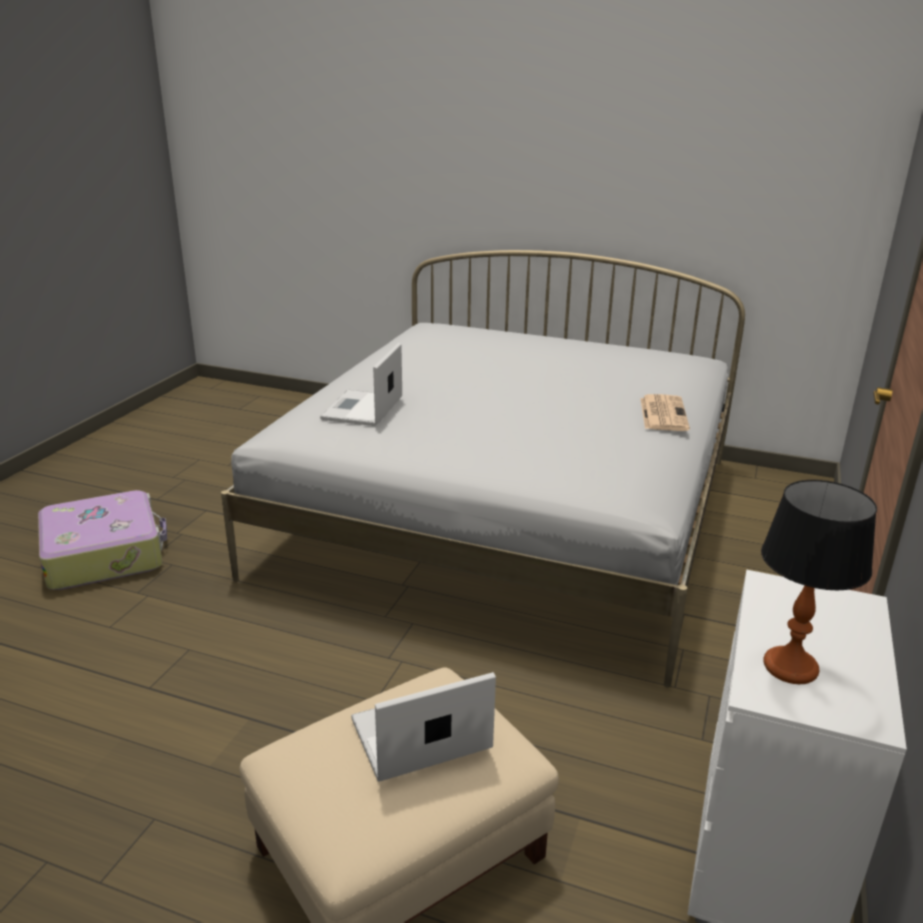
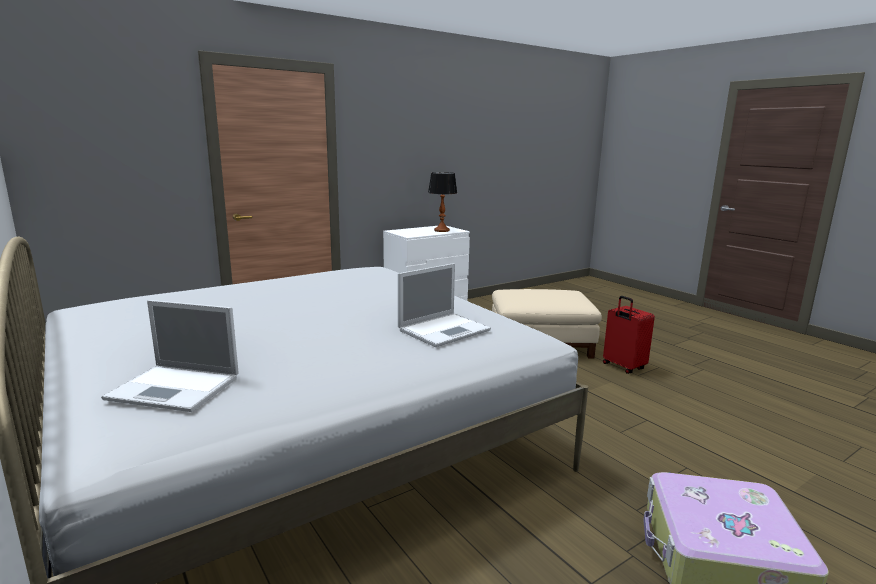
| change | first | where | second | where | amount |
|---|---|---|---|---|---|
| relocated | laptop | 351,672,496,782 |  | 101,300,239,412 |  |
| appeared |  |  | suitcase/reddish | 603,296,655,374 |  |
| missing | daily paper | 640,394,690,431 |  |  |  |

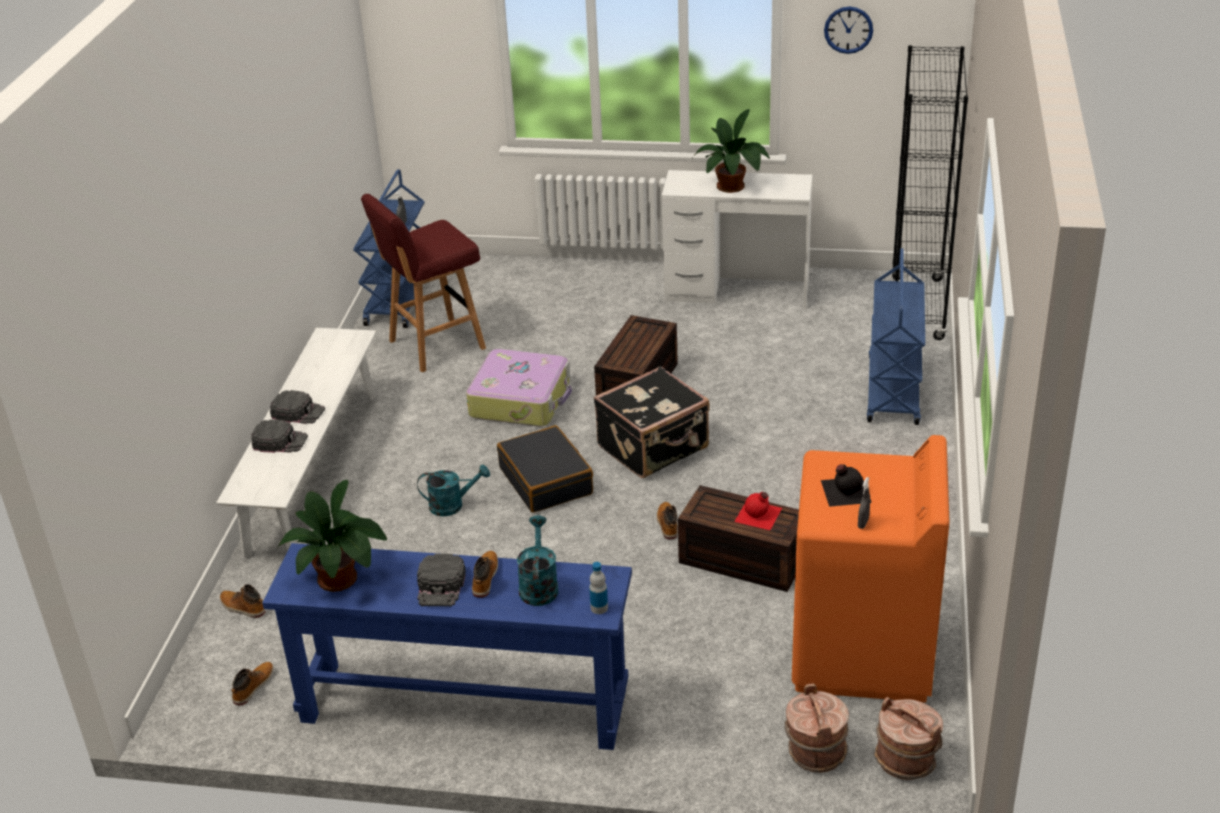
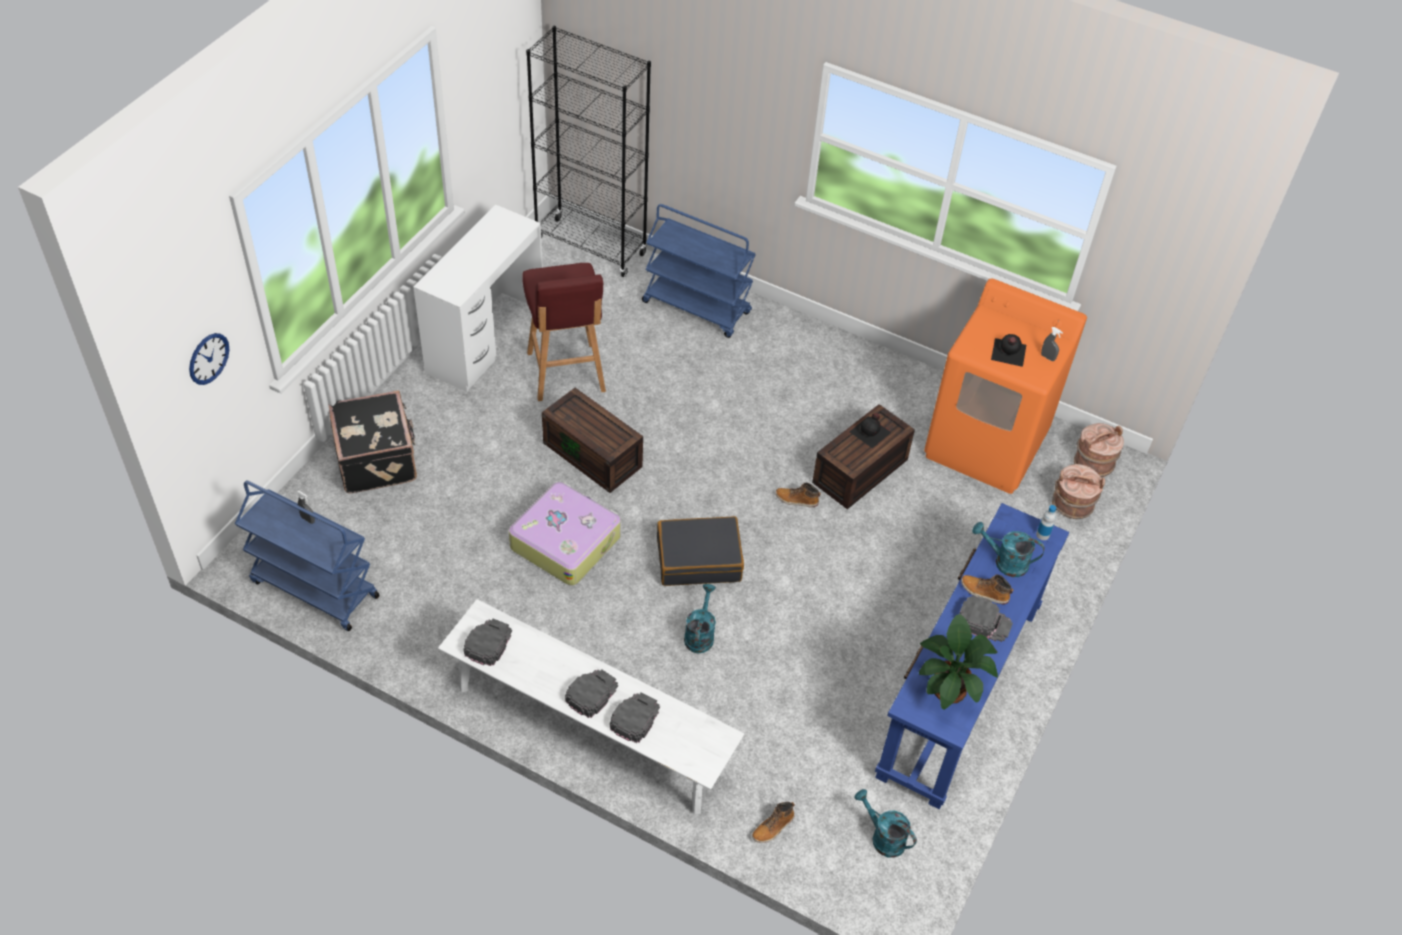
| change | first | where | second | where | amount |
|---|---|---|---|---|---|
| relocated | clock on the wall | 824,7,873,54 |  | 189,333,229,385 |  |
| relocated | suitcase/black-coloured | 594,366,710,478 |  | 328,391,417,494 |  |
| appeared |  |  | baseball cap/black-coloured | 464,619,512,666 |  |
| relocated | stool seat/reddish | 361,194,486,372 |  | 522,263,606,401 |  |
| colour | bottle/reddish | 734,492,782,530 | bottle/black-coloured | 849,413,892,448 |  |
| exchanged | tall boot | 231,662,273,705 | sprinkling can/turquoise-coloured | 854,789,917,858 |  |
| missing | plant in a pot | 693,109,770,193 |  |  |  |

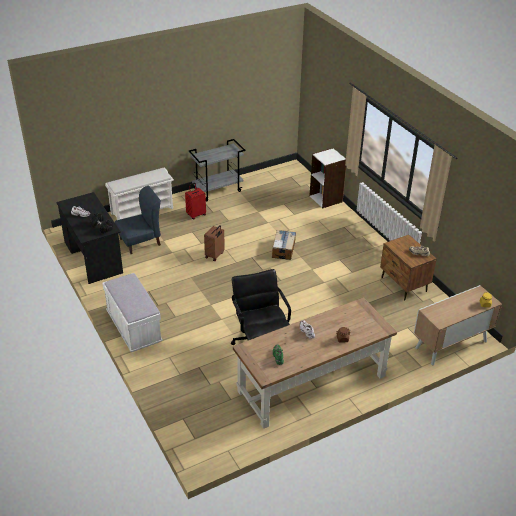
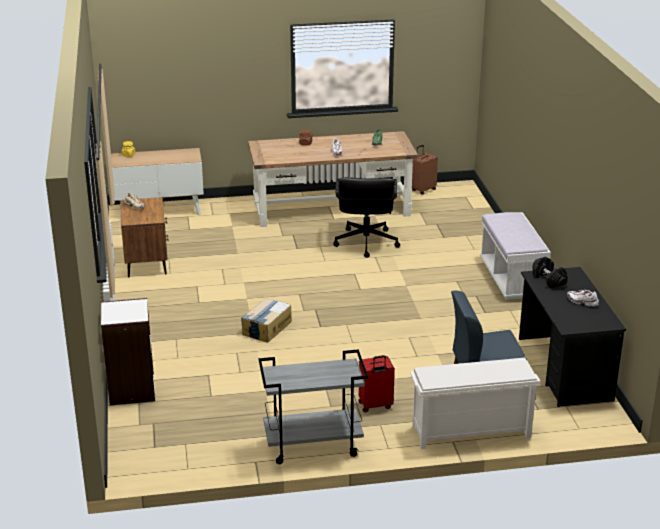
| change | first | where | second | where | amount |
|---|---|---|---|---|---|
| relocated | suitcase/brown | 204,225,225,261 |  | 412,145,438,195 |  |

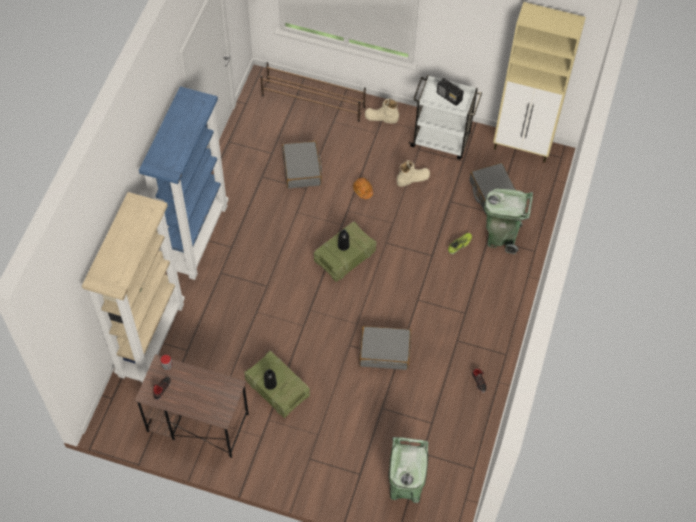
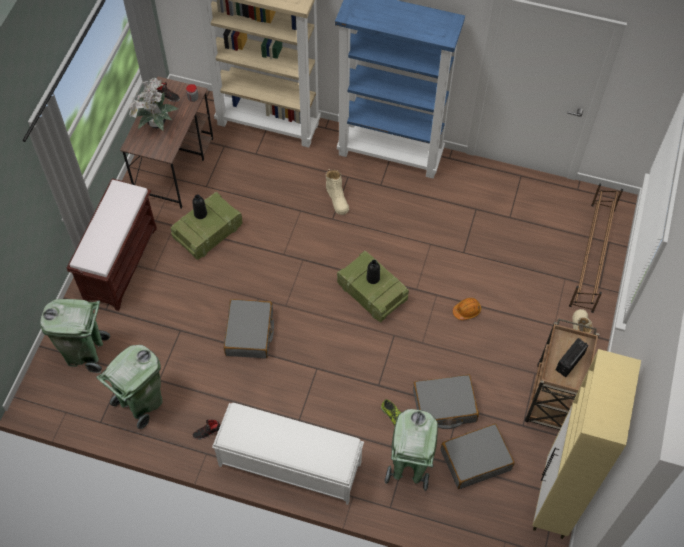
| change | first | where | second | where | amount |
|---|---|---|---|---|---|
| appeared |  |  | indoor bench/brown | 67,178,157,311 |  |
| appeared |  |  | rubbish bin/green-coloured | 96,345,162,429 |  |
| appeared |  |  | plant in a pot | 129,77,179,131 |  |
| appeared |  |  | indoor bench/white-coloured | 212,403,364,505 |  |
| relocated | tall boot/beige | 397,161,430,187 |  | 326,169,349,215 |  |
| relocated | suitcase/grey | 282,141,322,189 |  | 413,374,479,429 |  |
| colour | wheeled cart/white-coloured | 409,75,482,160 | wheeled cart/brown | 525,318,599,430 |  |

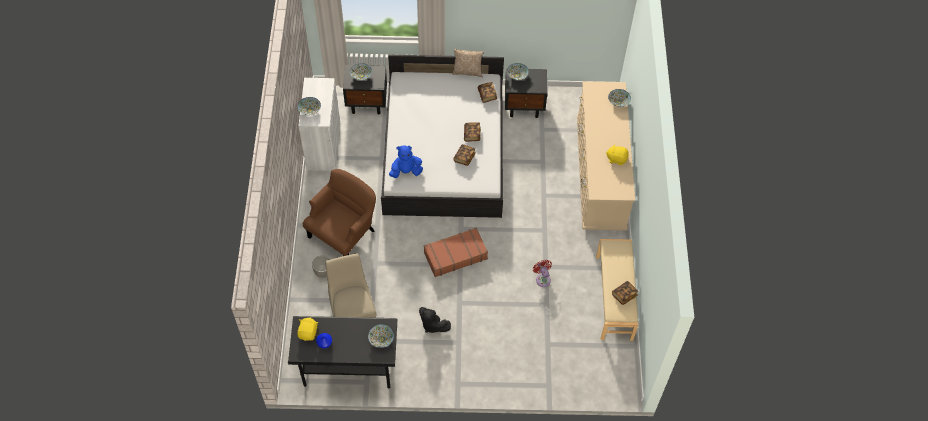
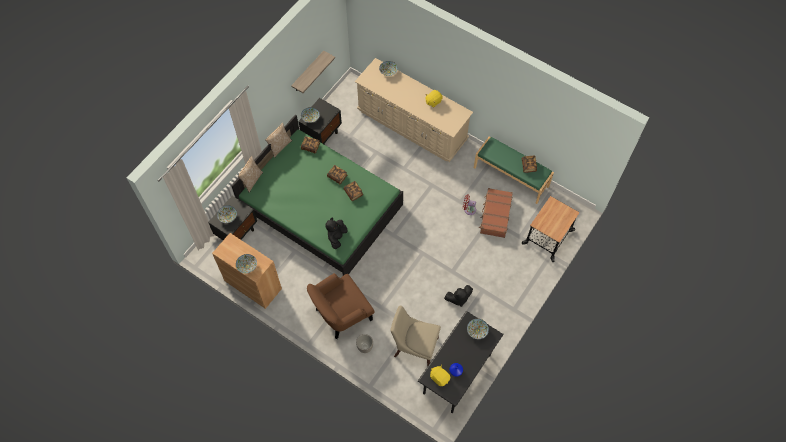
| change | first | where | second | where | amount |
|---|---|---|---|---|---|
| colour | storage cabinet/white-coloured | 298,78,340,171 | storage cabinet/brown | 212,233,282,309 |  |
| colour | bedroom bed/white-coloured | 381,55,504,218 | bedroom bed/green-coloured | 231,114,403,276 |  |
| appeared |  |  | throw pillow | 238,156,263,193 |  |
| appeared |  |  | wall shelf | 291,51,335,93 |  |
| spun | lounge chair/brown | 303,169,376,256 |  | 307,273,374,339 | 105 degrees counterclockwise |
| colour | soft toy/bluish | 389,145,423,178 | soft toy/black-coloured | 325,218,348,249 |  |
| colour | indoor bench/beige | 596,239,638,341 | indoor bench/green-coloured | 474,136,554,204 |  |
| relocated | suitcase/brown | 424,228,488,277 |  | 479,188,513,238 |  |
| appeared |  |  | wheeled cart | 522,196,580,262 |  |

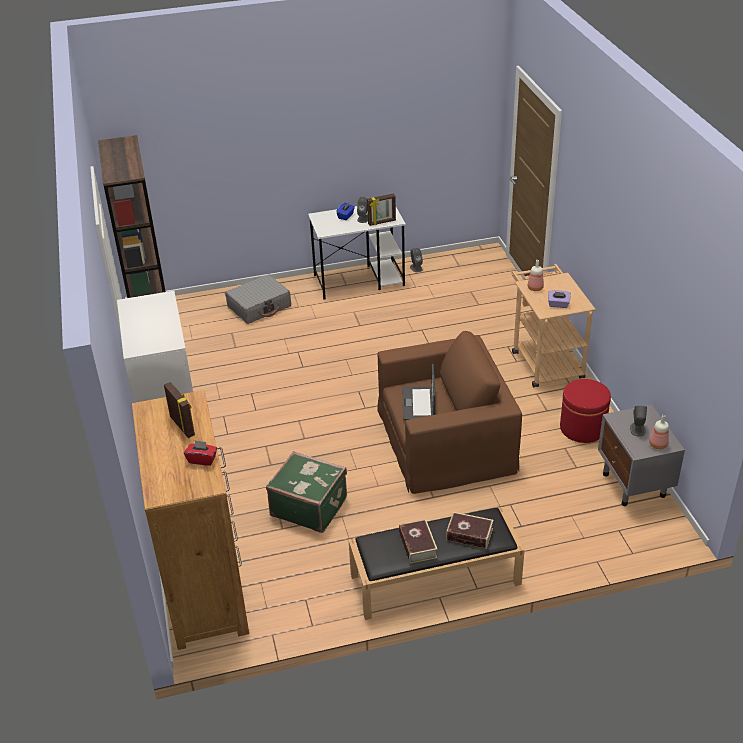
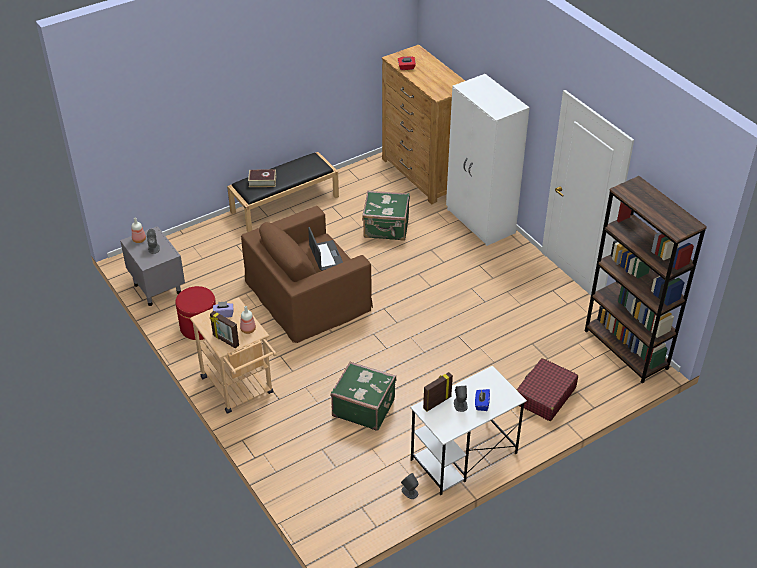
| change | first | where | second | where | amount |
|---|---|---|---|---|---|
| relocated | photo frame | 164,382,195,438 |  | 210,311,239,349 |  |
| appeared |  |  | suitcase/green-coloured | 331,361,396,431 |  |
| colour | suitcase/grey | 225,275,291,324 | suitcase/reddish | 517,358,578,421 |  |
| missing | book | 399,519,438,564 |  |  |  |

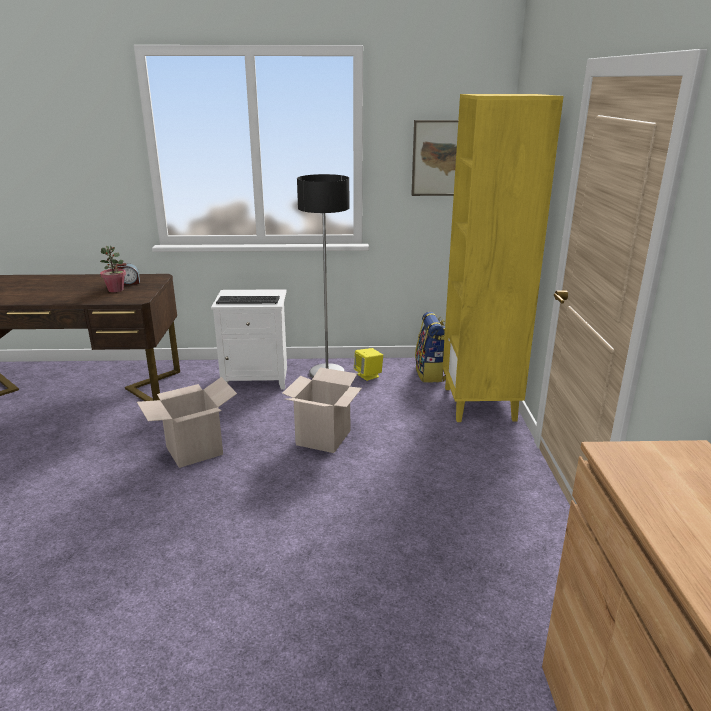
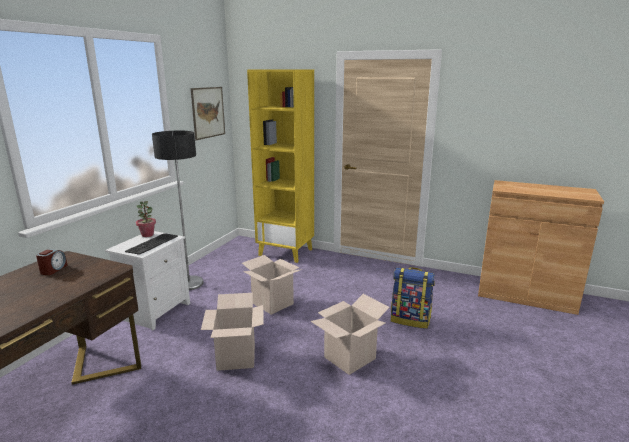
| change | first | where | second | where | amount |
|---|---|---|---|---|---|
| relocated | plant in a pot | 100,246,126,293 |  | 136,201,156,237 |  |
| appeared |  |  | cardboard box | 310,294,389,375 |  |
| relocated | knapsack | 415,312,446,382 |  | 391,267,435,329 |  |
| missing | loudspeaker/yellowish | 354,348,383,381 |  |  |  |

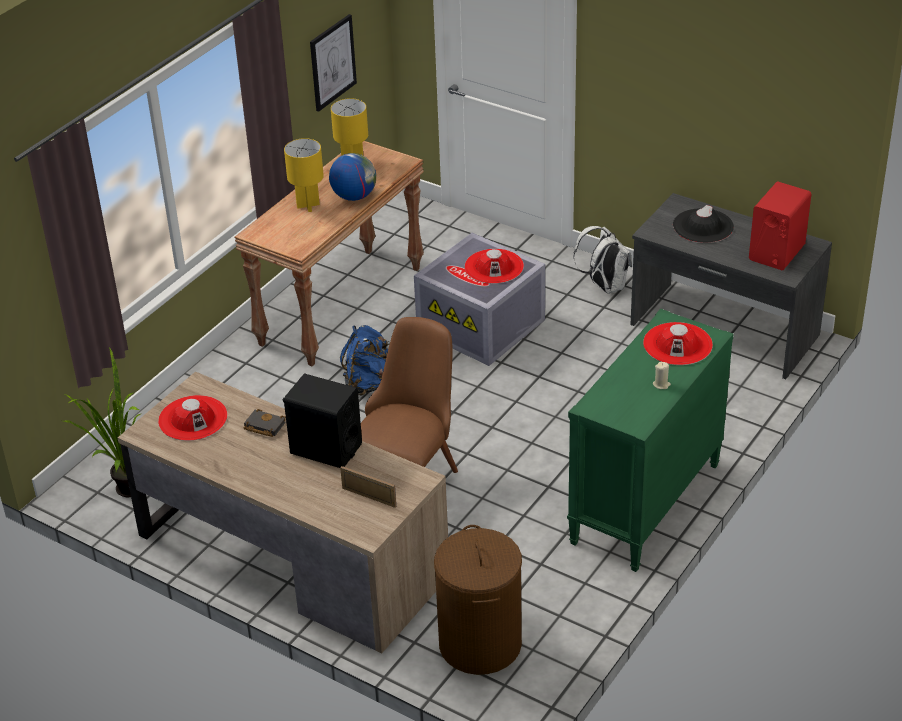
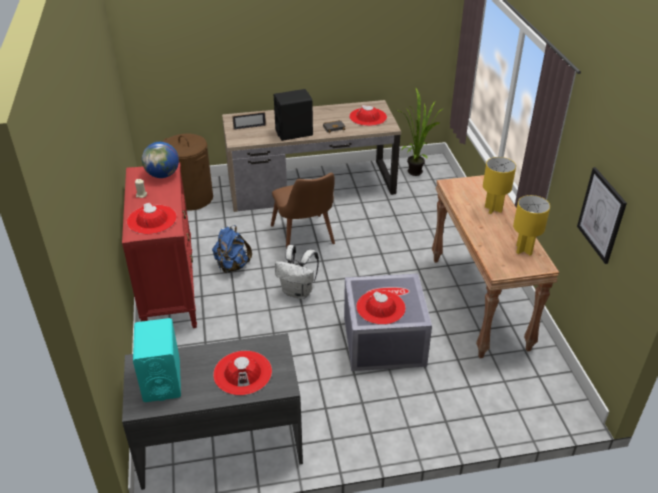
| change | first | where | second | where | amount |
|---|---|---|---|---|---|
| colour | dresser/green-coloured | 567,309,734,572 | dresser/reddish | 122,162,197,328 |  |
| colour | loudspeaker/reddish | 749,182,811,270 | loudspeaker/turquoise-coloured | 133,318,181,402 |  |
| relocated | globe | 329,153,376,201 |  | 142,142,179,178 |  |
| relocated | knapsack/bluish | 340,325,389,395 |  | 212,225,252,273 |  |
| colour | hat/black-coloured | 673,205,734,243 | hat/reddish | 213,351,272,395 |  |
| relocated | knapsack/white-coloured | 573,226,632,294 |  | 275,245,319,299 |  |

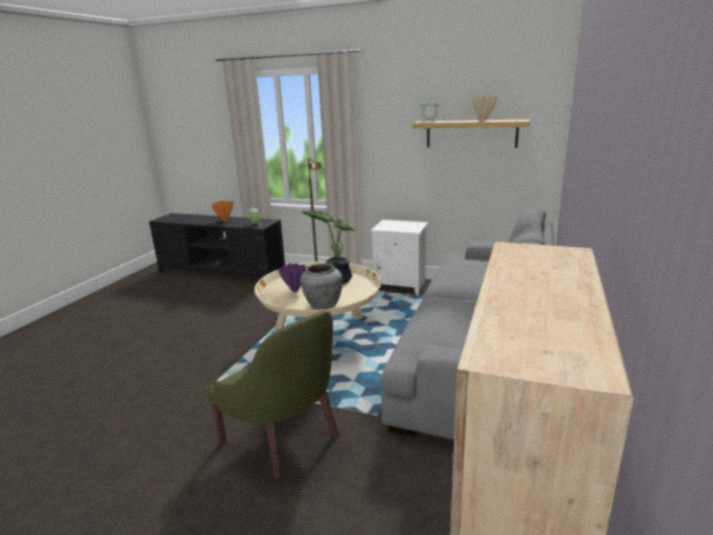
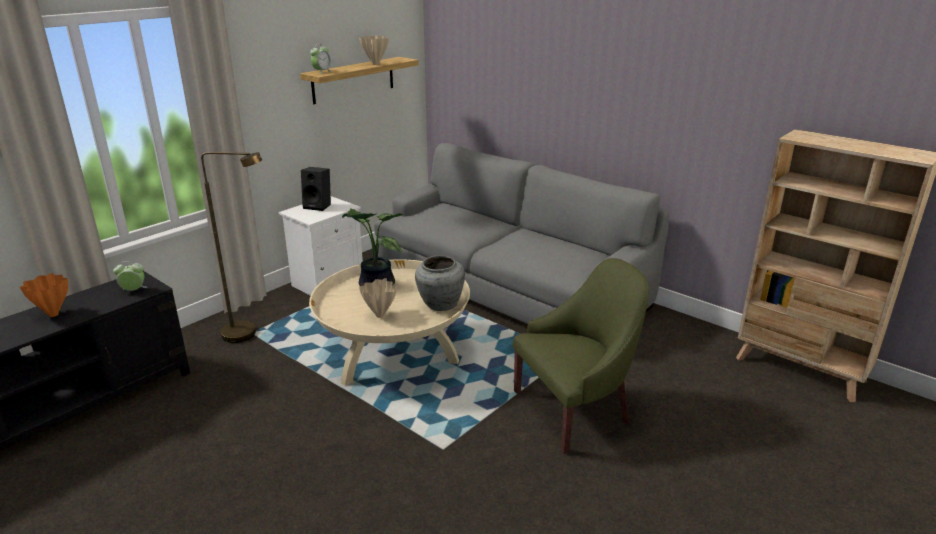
| change | first | where | second | where | amount |
|---|---|---|---|---|---|
| appeared |  |  | loudspeaker/black-coloured | 301,167,331,211 |  |
| colour | flower vase/purple | 278,263,307,292 | flower vase/beige | 359,278,397,318 |  |

